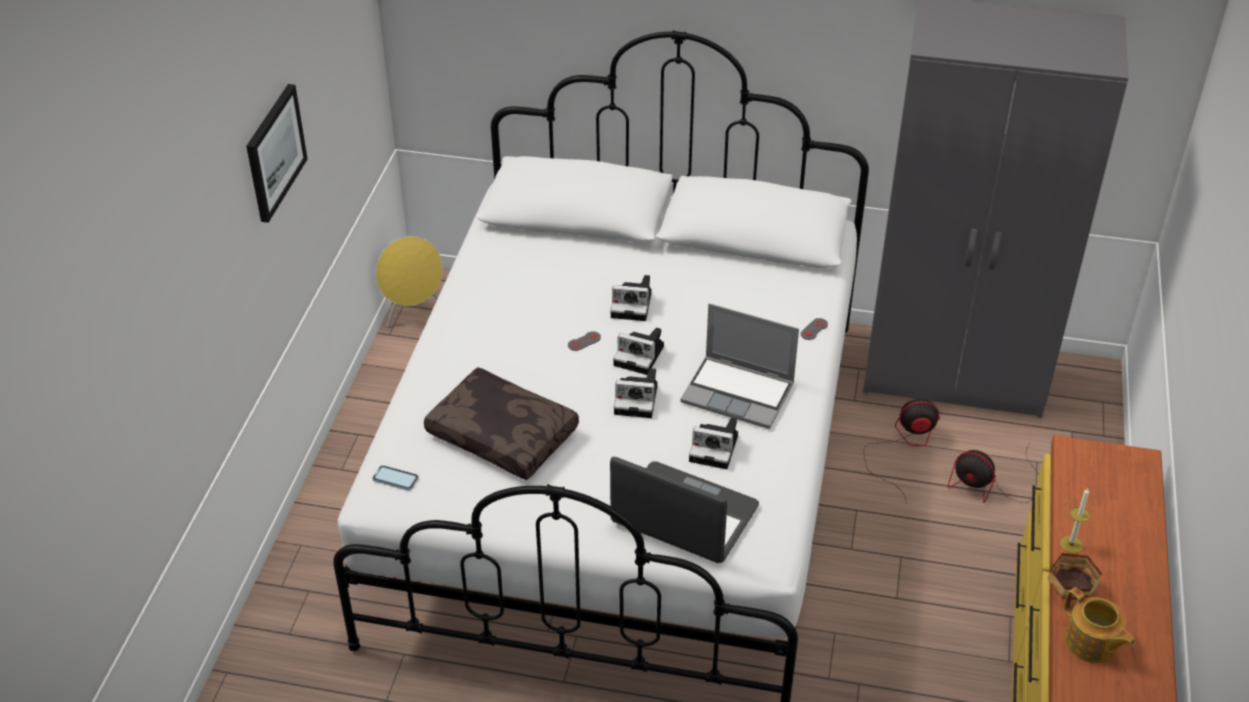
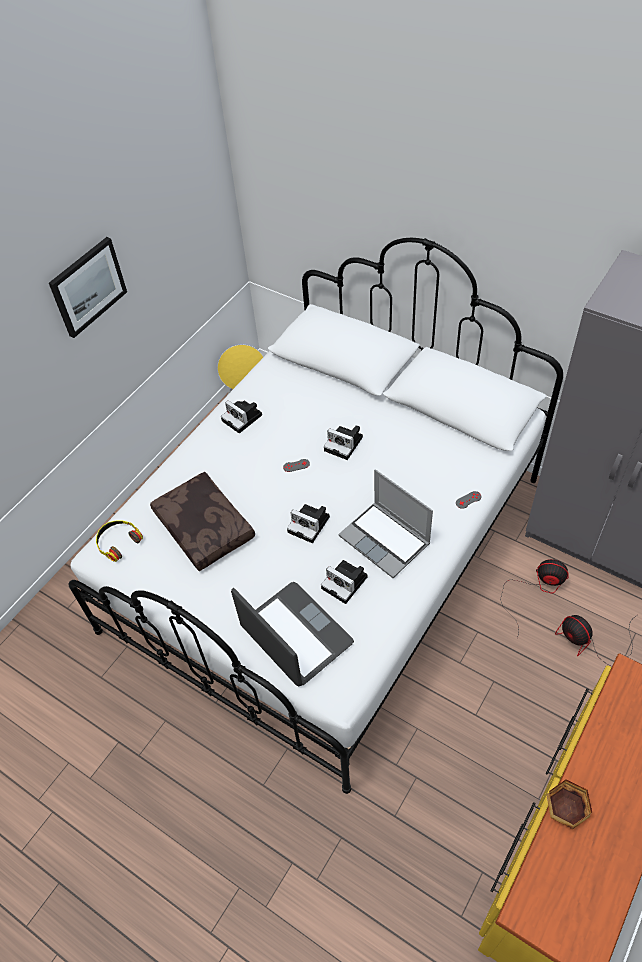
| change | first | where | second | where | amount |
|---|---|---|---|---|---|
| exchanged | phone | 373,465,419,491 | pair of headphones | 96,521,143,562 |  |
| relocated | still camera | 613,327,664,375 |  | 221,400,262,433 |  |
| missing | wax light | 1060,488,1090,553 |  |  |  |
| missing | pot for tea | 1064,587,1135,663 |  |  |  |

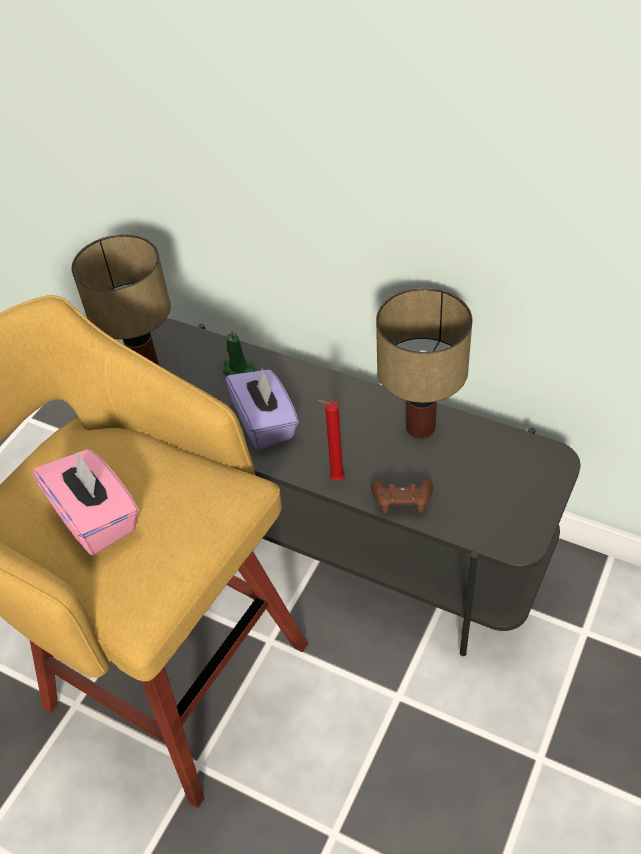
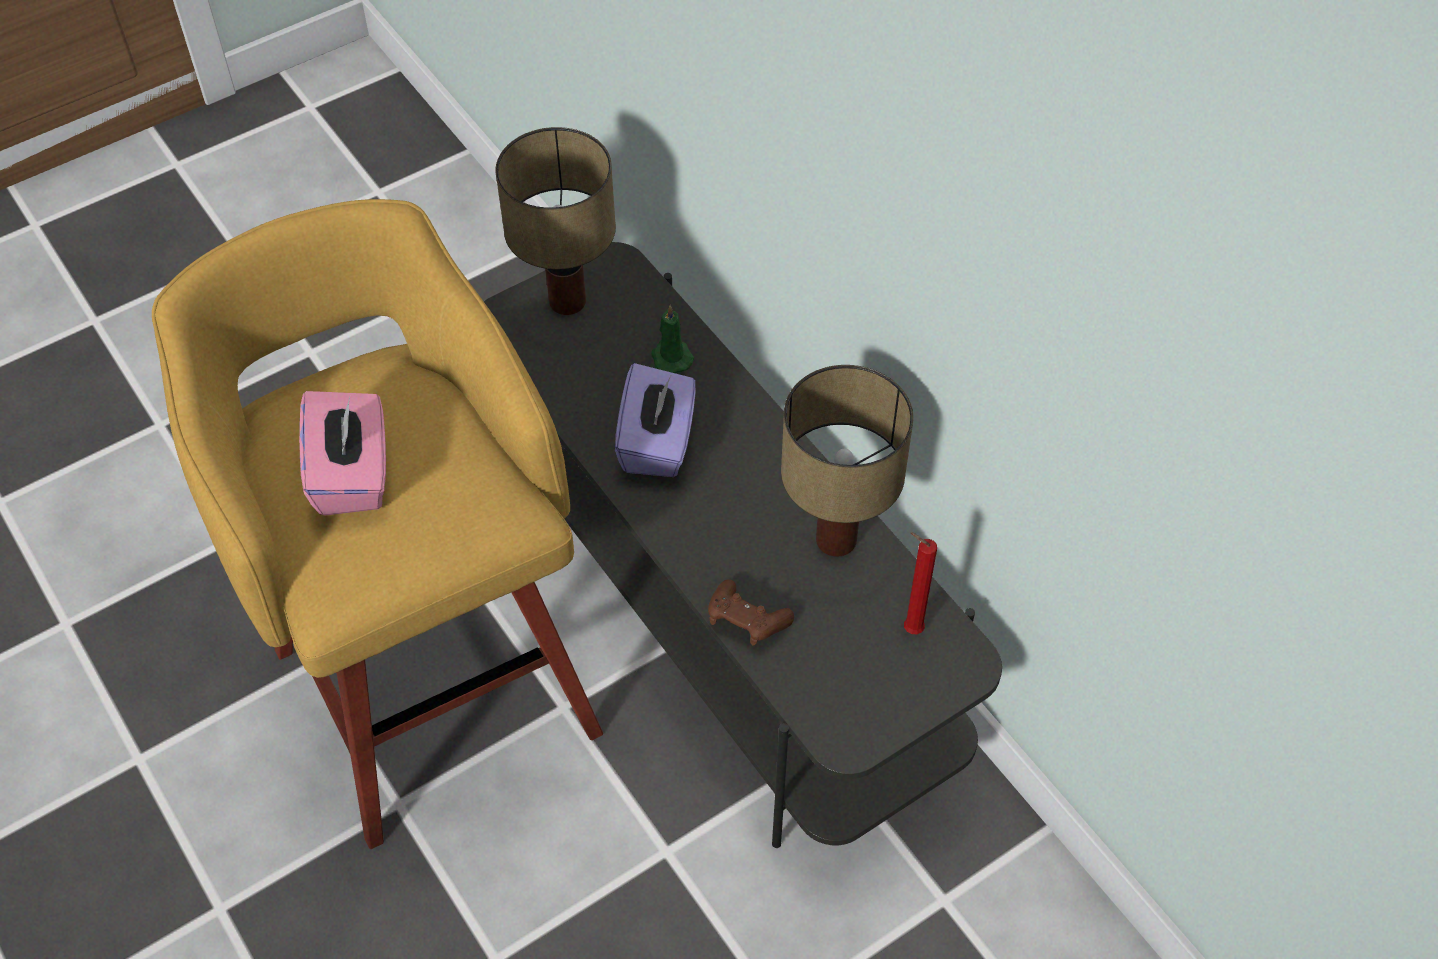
| change | first | where | second | where | amount |
|---|---|---|---|---|---|
| relocated | wax light/reddish | 317,400,345,481 |  | 904,533,937,634 |  |

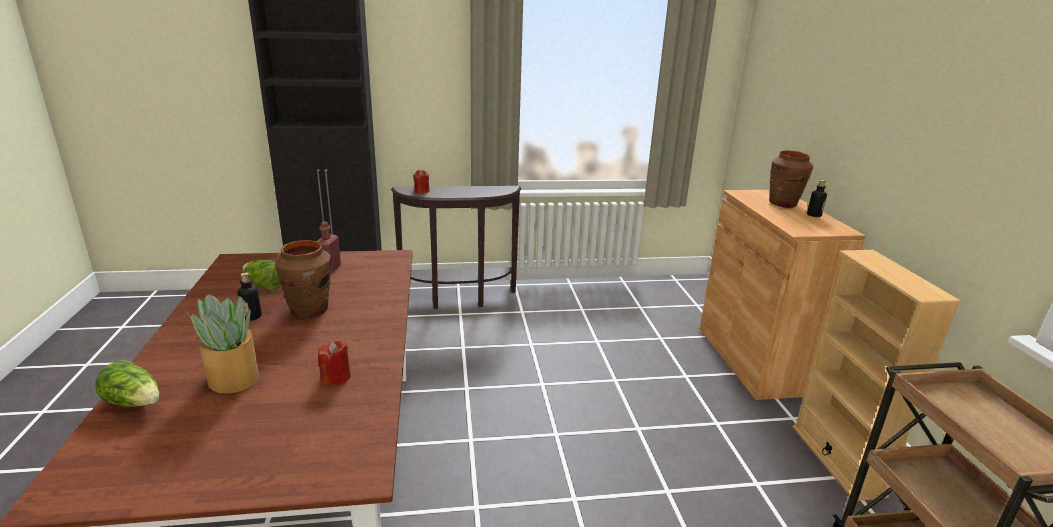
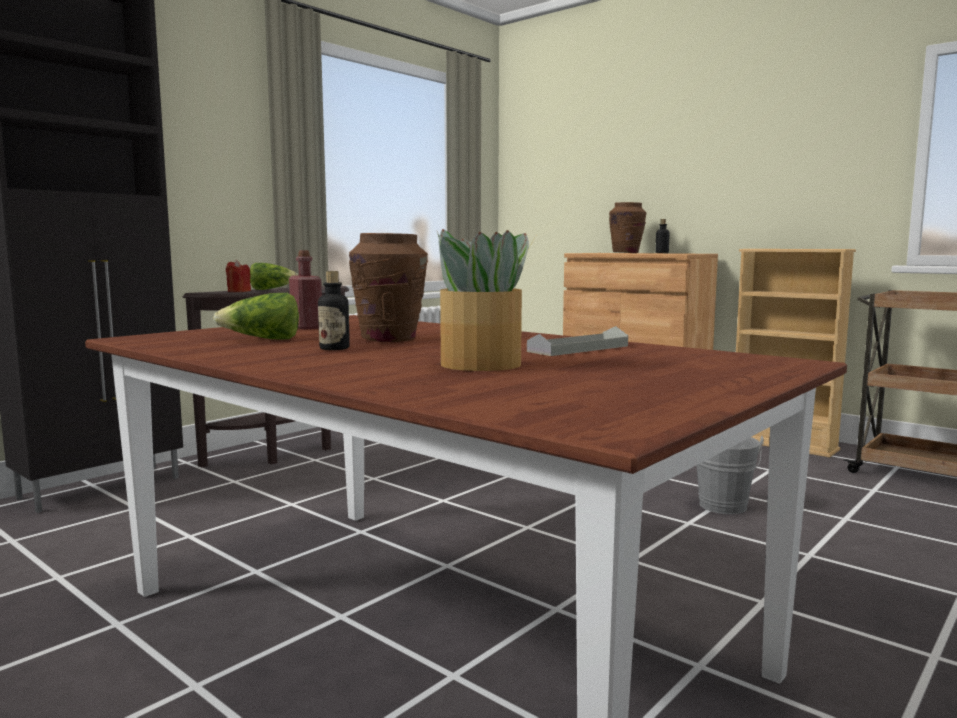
| change | first | where | second | where | amount |
|---|---|---|---|---|---|
| relocated | head of lettuce | 95,360,159,407 |  | 250,263,298,290 |  |
| exchanged | wax light/reddish | 318,341,351,385 | serving tray/grey | 527,326,628,356 |  |
| appeared |  |  | water bucket/grey | 696,436,764,514 |  |

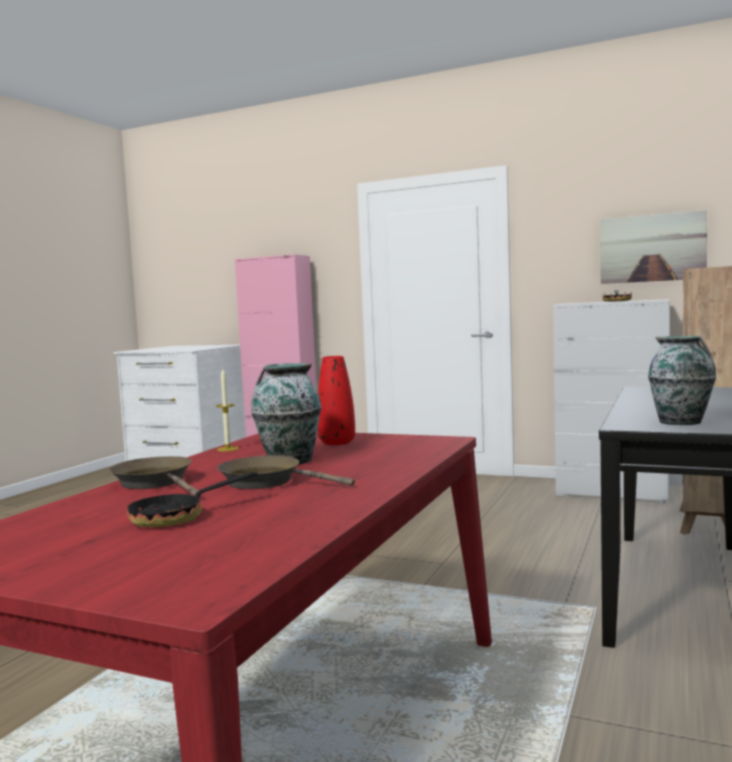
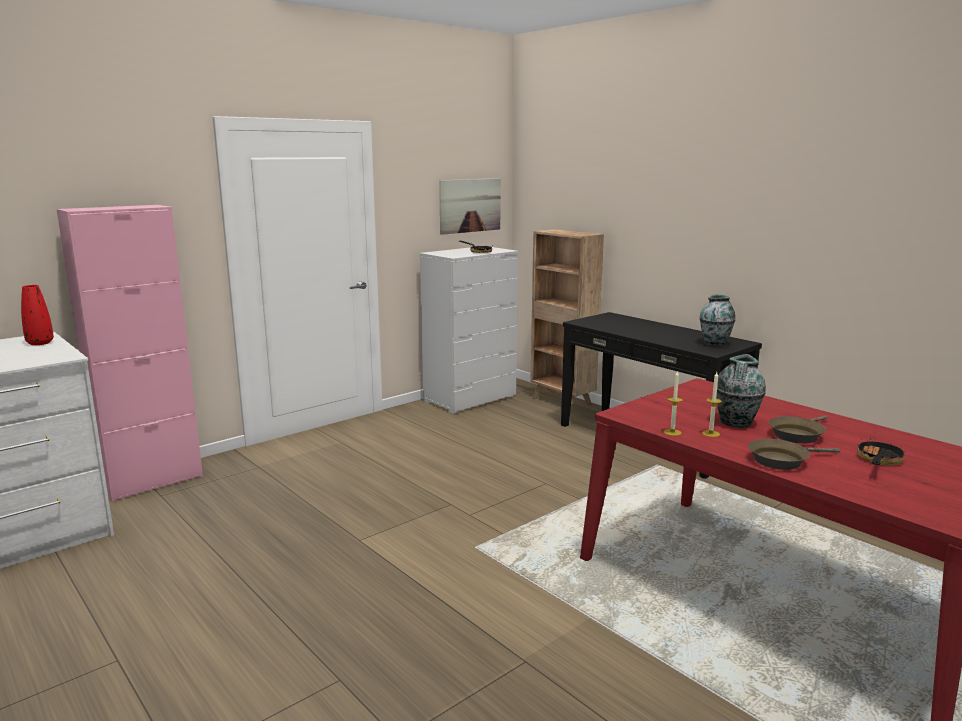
| change | first | where | second | where | amount |
|---|---|---|---|---|---|
| relocated | flower vase/reddish | 318,356,355,445 |  | 21,285,54,345 |  |
| appeared |  |  | wax light | 702,372,722,437 |  |
| spun | frying pan | 127,472,258,527 |  | 857,432,905,466 | 135 degrees counterclockwise |

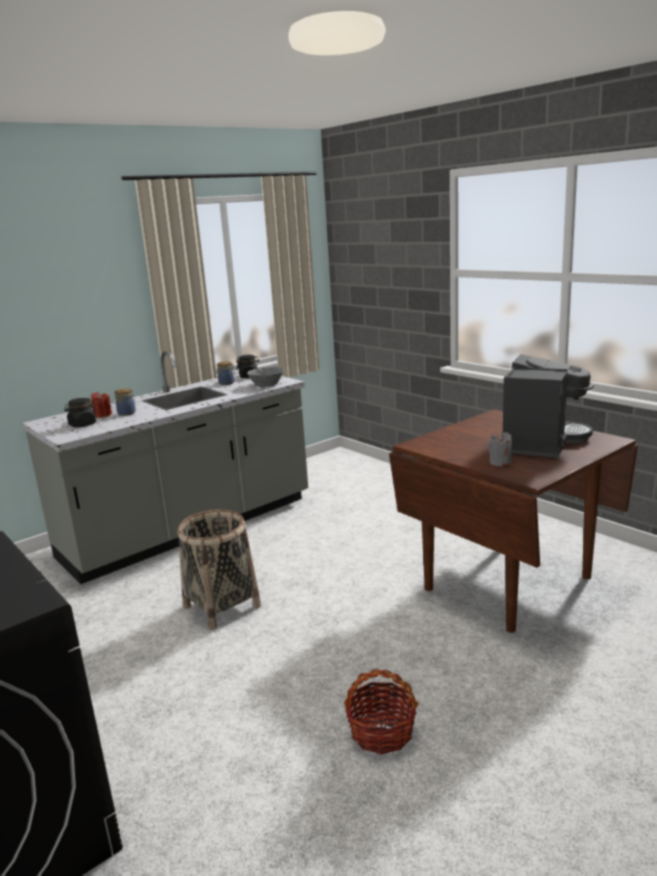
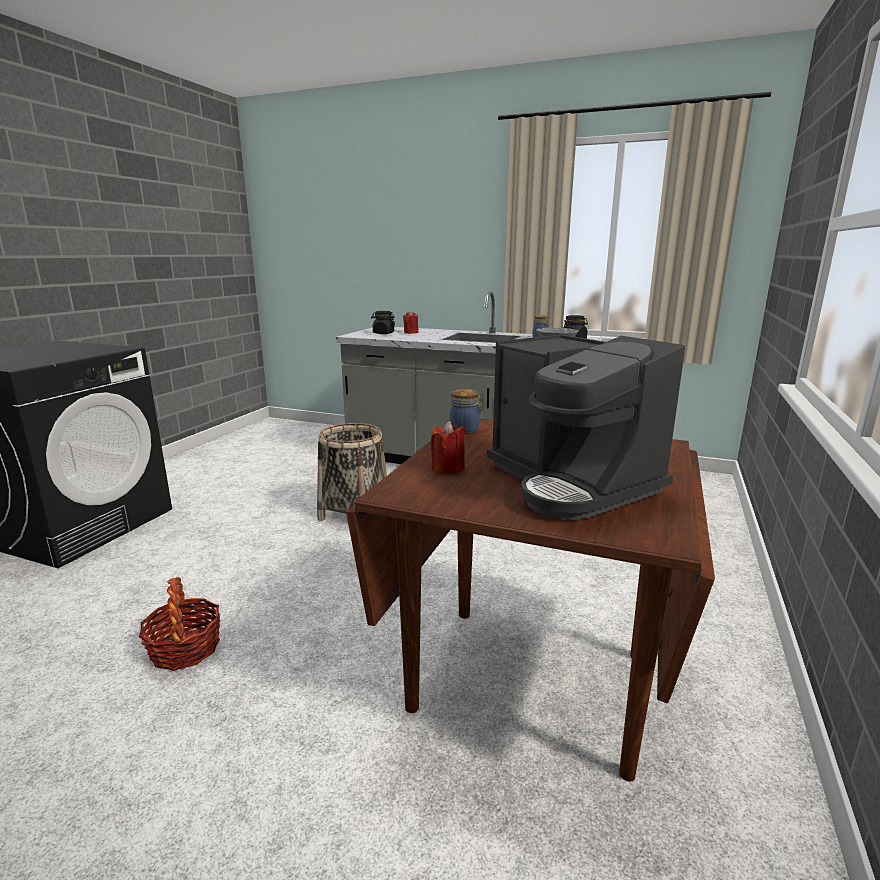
| change | first | where | second | where | amount |
|---|---|---|---|---|---|
| colour | wax light/grey | 488,432,512,467 | wax light/reddish | 431,421,466,474 |  |
| relocated | preserve jar | 114,388,136,416 |  | 449,389,483,434 |  |
| spun | coffee brewer | 503,354,594,458 |  | 487,335,685,520 | 60 degrees clockwise |

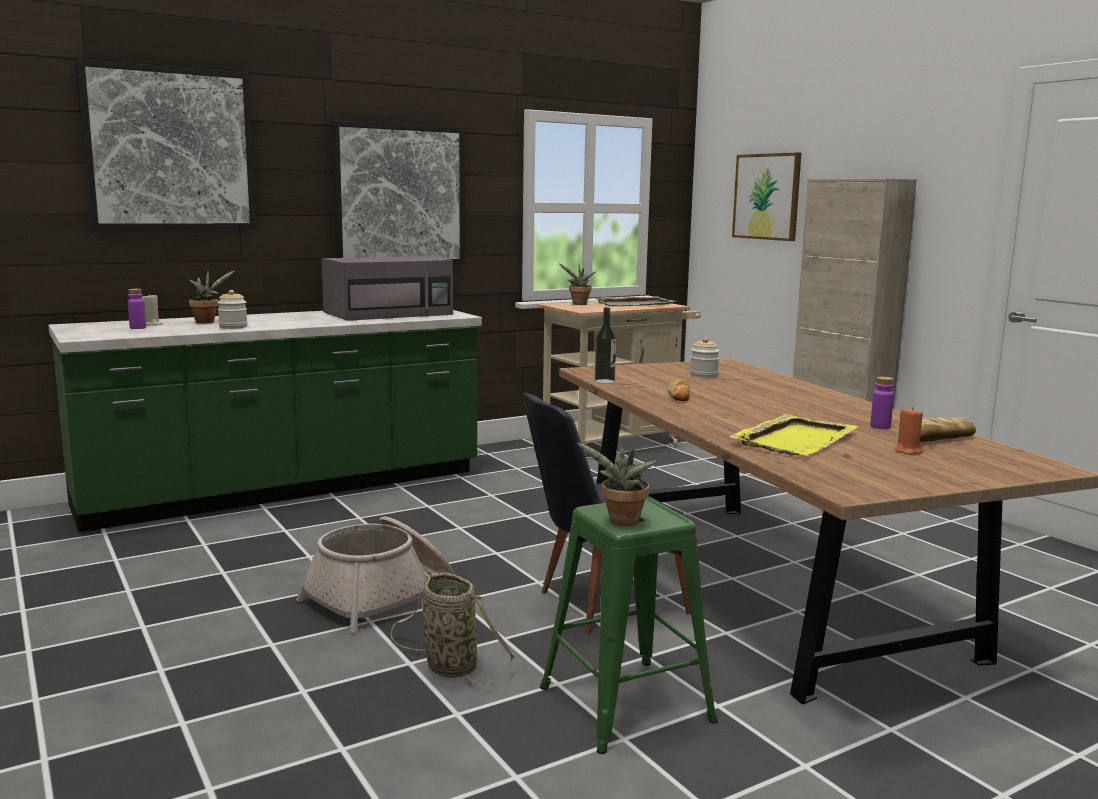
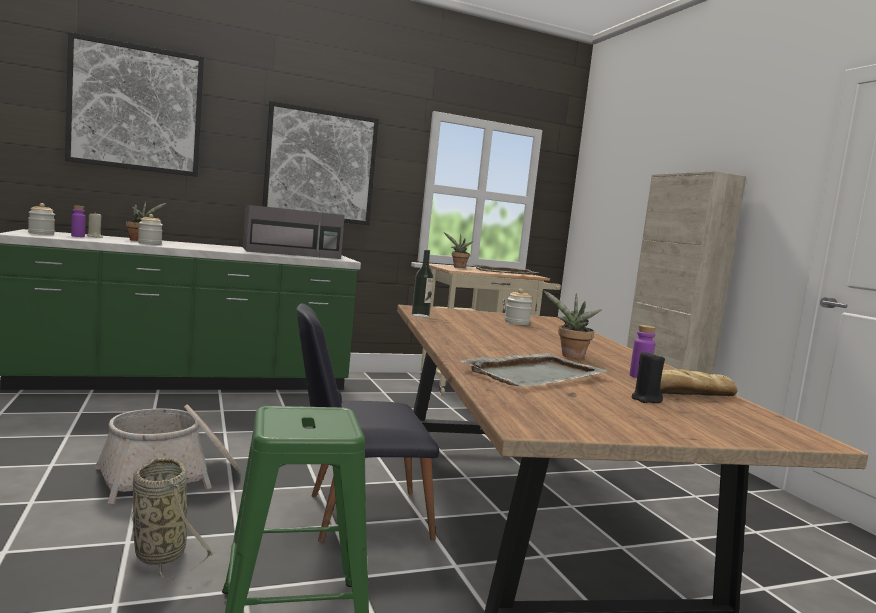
| change | first | where | second | where | amount |
|---|---|---|---|---|---|
| appeared |  |  | preserve jar | 28,203,55,235 |  |
| colour | serving tray/yellowish | 730,414,858,456 | serving tray/grey | 460,353,608,387 |  |
| relocated | plant in a pot | 577,441,657,526 |  | 543,290,601,359 |  |
| colour | wax light/orange-coloured | 894,406,923,455 | wax light/black-coloured | 631,351,665,403 |  |
| missing | bakery bread | 668,377,690,401 |  |  |  |
| missing | wall art | 732,152,801,241 |  |  |  |

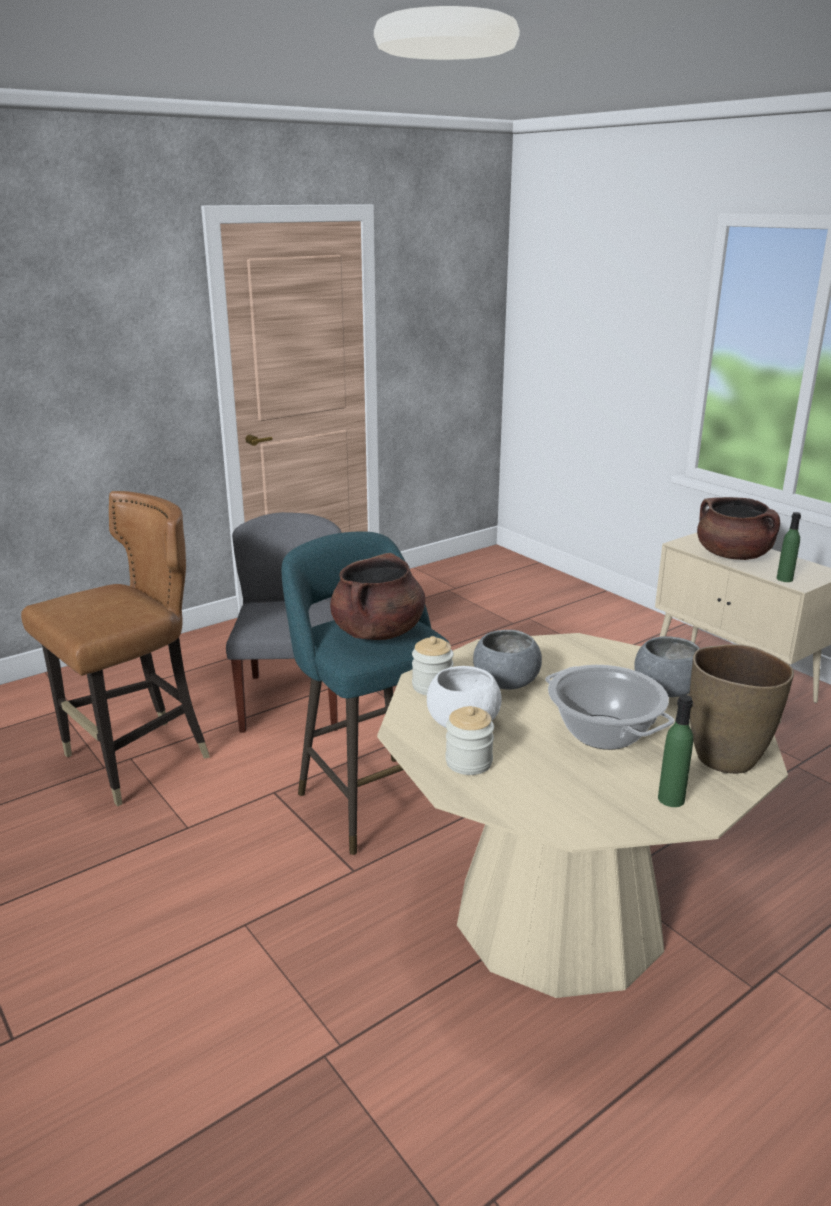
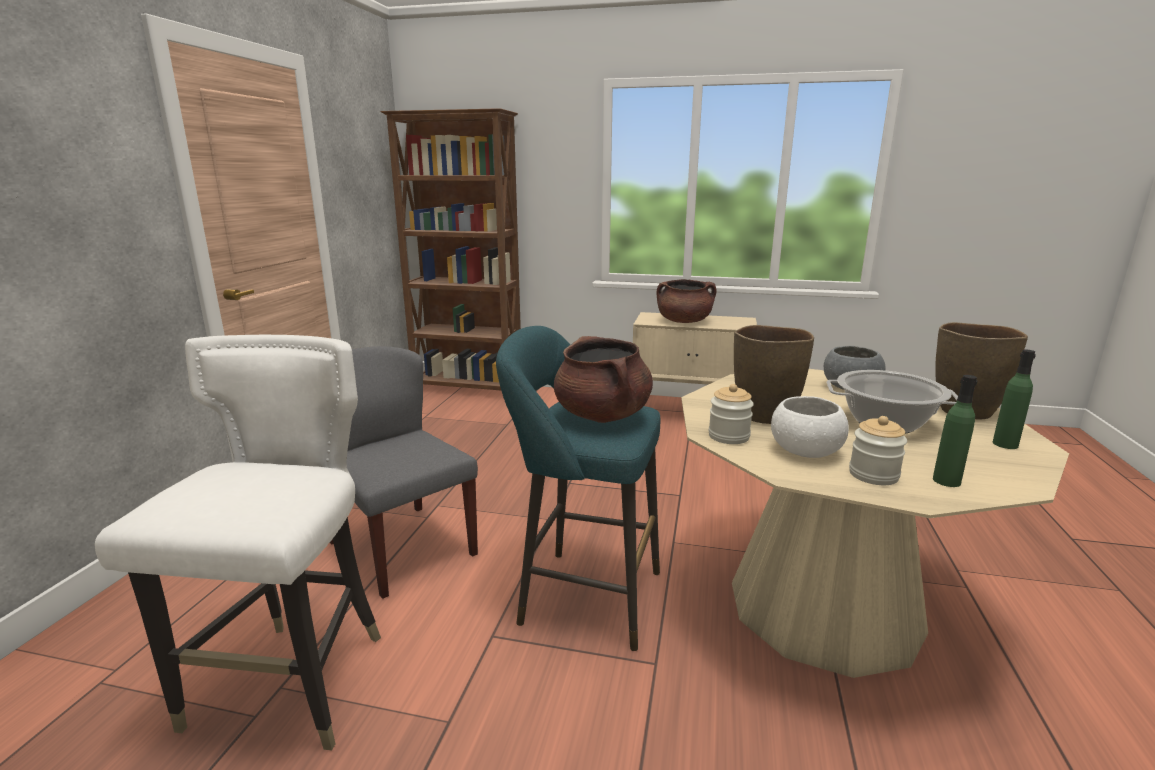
| change | first | where | second | where | amount |
|---|---|---|---|---|---|
| colour | plain chair/brown | 21,491,210,807 | plain chair/white-coloured | 95,335,381,750 |  |
| appeared |  |  | bookcase/brown | 381,108,521,390 |  |
| exchanged | deep dish/grey | 473,630,542,690 | flower vase/brown | 734,325,814,424 |  |
| relocated | bottle/green-coloured | 777,512,801,582 |  | 933,375,977,487 |  |

